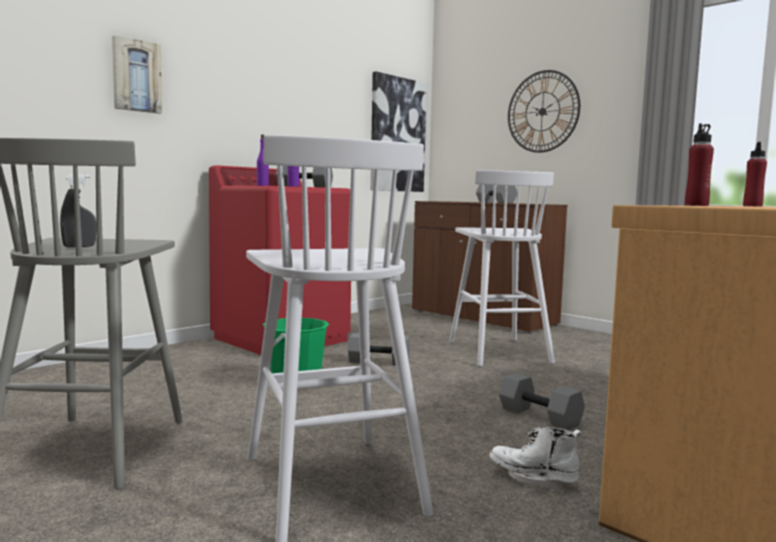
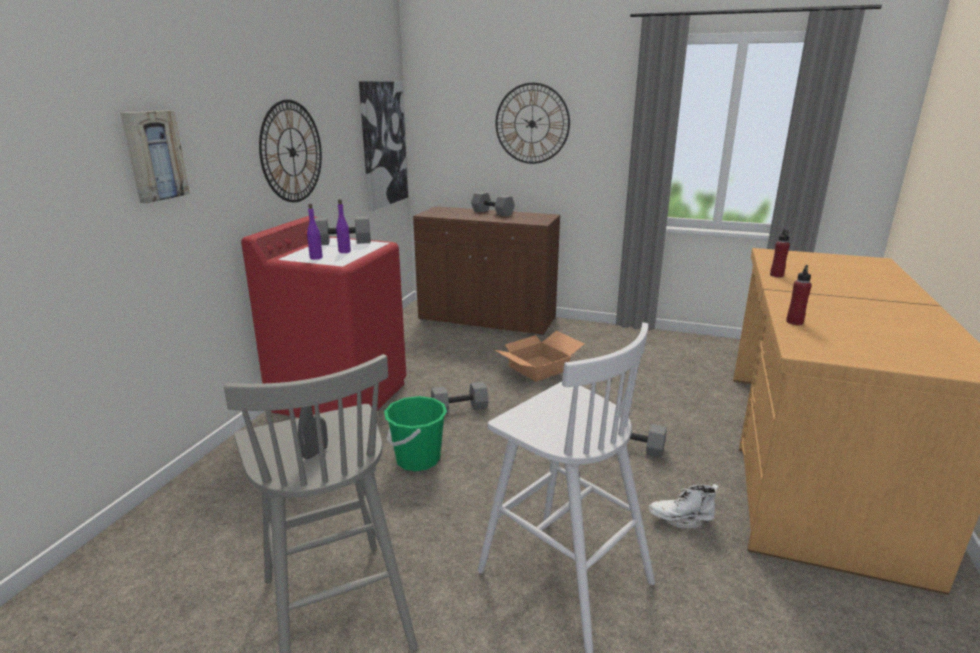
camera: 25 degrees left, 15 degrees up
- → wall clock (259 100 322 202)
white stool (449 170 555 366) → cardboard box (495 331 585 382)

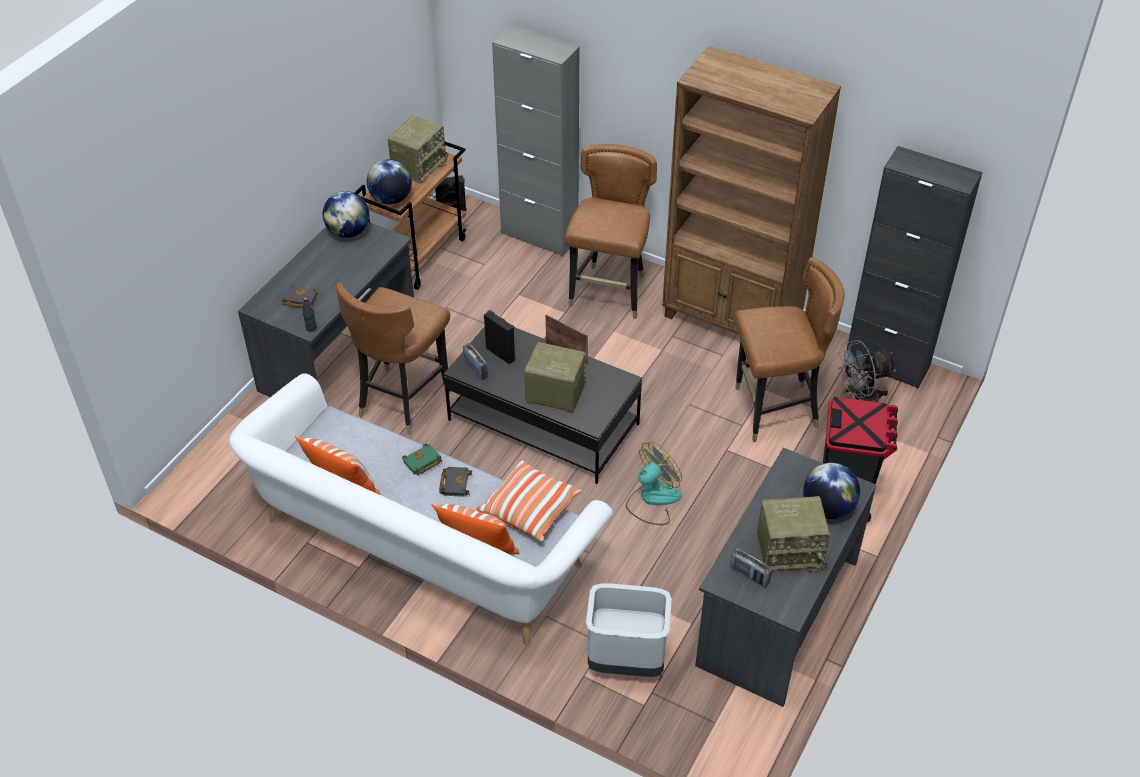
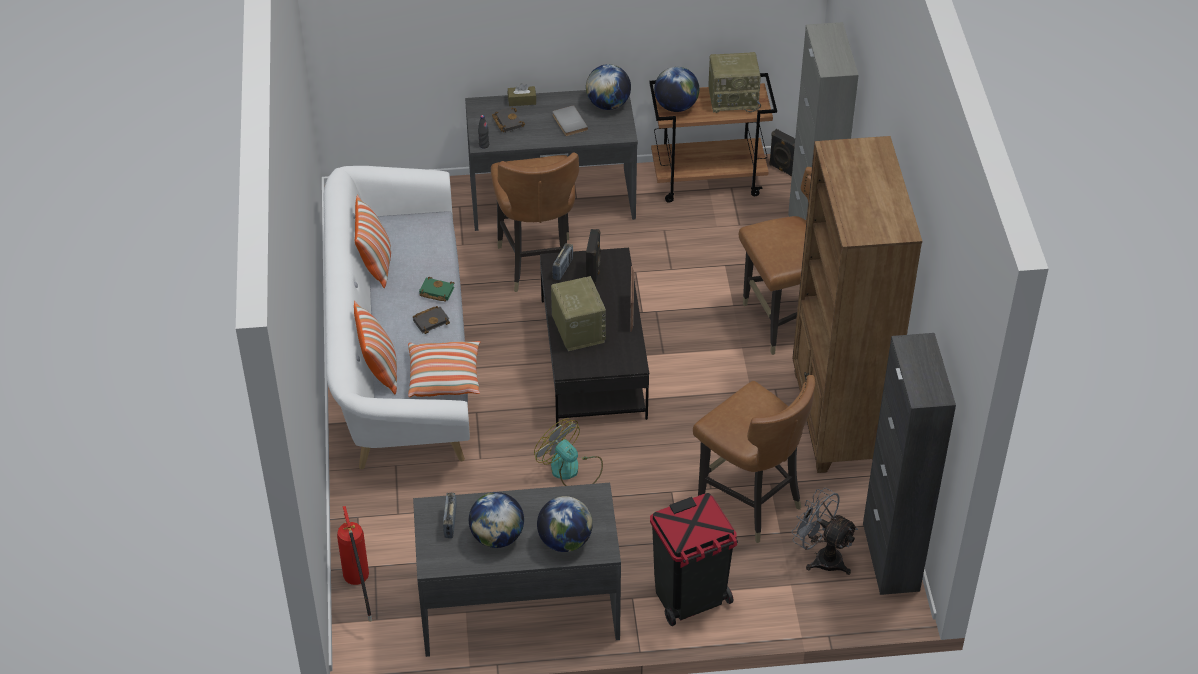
camera: 55 degrees right, 0 degrees up
grey trash can (586 583 672 677) → -
- → fire extinguisher (337 506 372 622)
- → brown tissue box (508 83 536 106)
- → grey book (552 105 588 136)
radio (757 496 830 572) → globe (469 492 524 548)
brown chair (336 283 451 435) → brown chair (491 152 579 292), 90 degrees counterclockwise
fan (626 442 682 525) → fan (534 419 603 486), 150 degrees counterclockwise

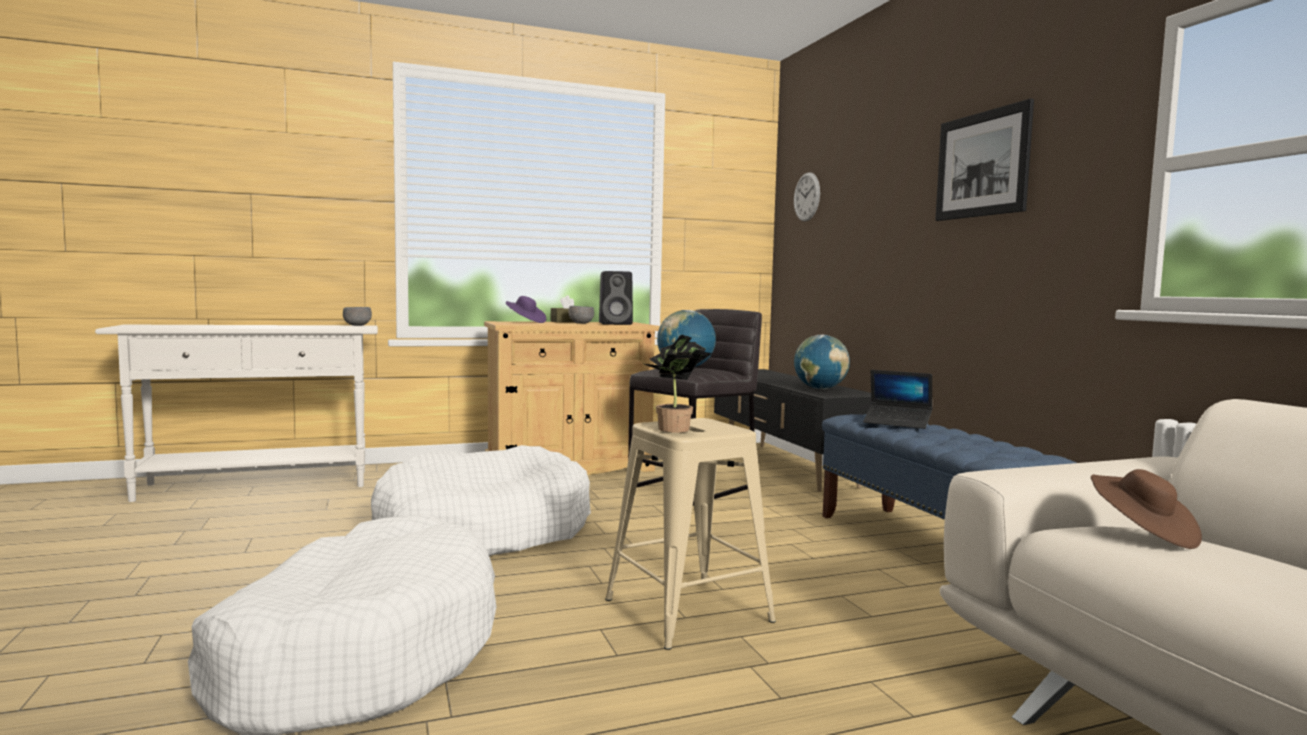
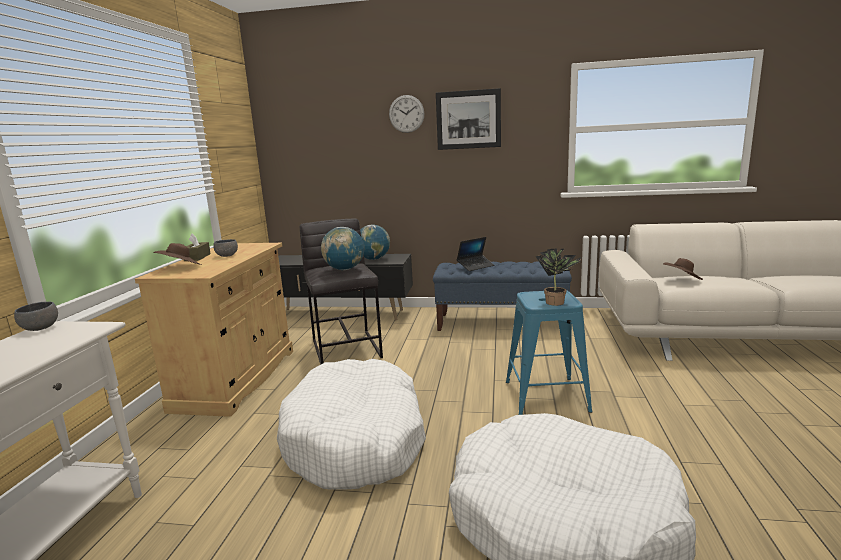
camera: 60 degrees left, 10 degrees up
black speaker (599 271 633 325) → -
wall clock (794 172 820 221) → wall clock (389 95 424 133), shifted
purple hat (506 296 546 323) → brown hat (153 243 201 265)
beige stool (605 418 776 650) → blue stool (506 291 593 415)

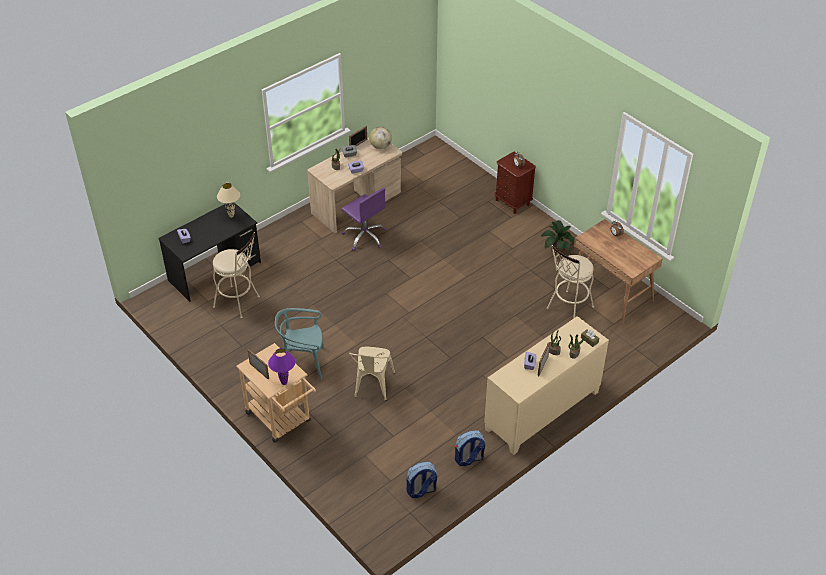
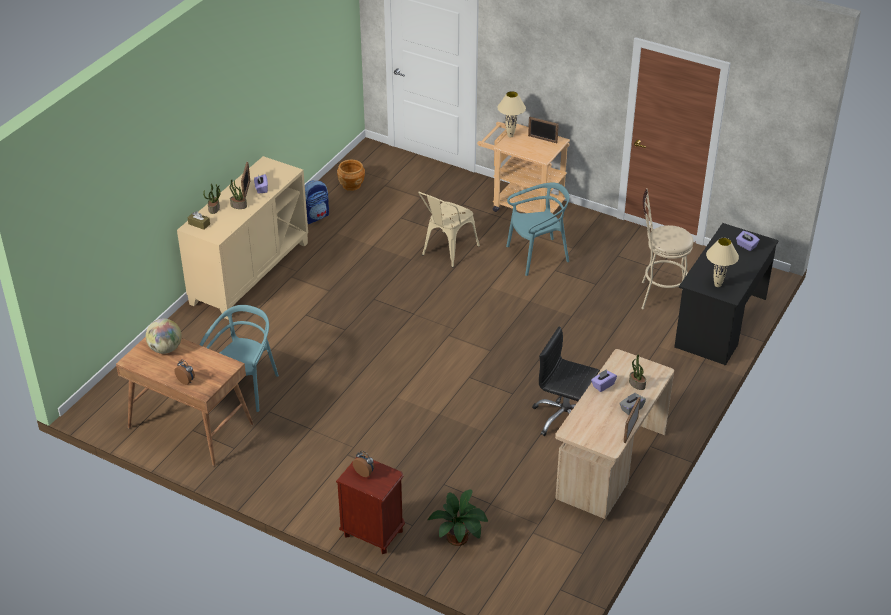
camera: 160 degrees right, 5 degrees down
globe (369 127 392 149) → globe (146 319 182 354), shifted
potted plant (541 220 575 254) → potted plant (427 490 488 546), shifted
backpack (406 462 437 498) → brown planter (337 160 365 191)
beige stool (547 245 594 319) → turquoise chair (200 305 279 412)
purple table lamp (268 348 295 385) → beige table lamp (497 91 526 138)
purple office chair (341 188 387 251) → black office chair (532 326 600 436)
beige chair (349 347 395 401) → beige chair (418 192 480 268), 135 degrees counterclockwise

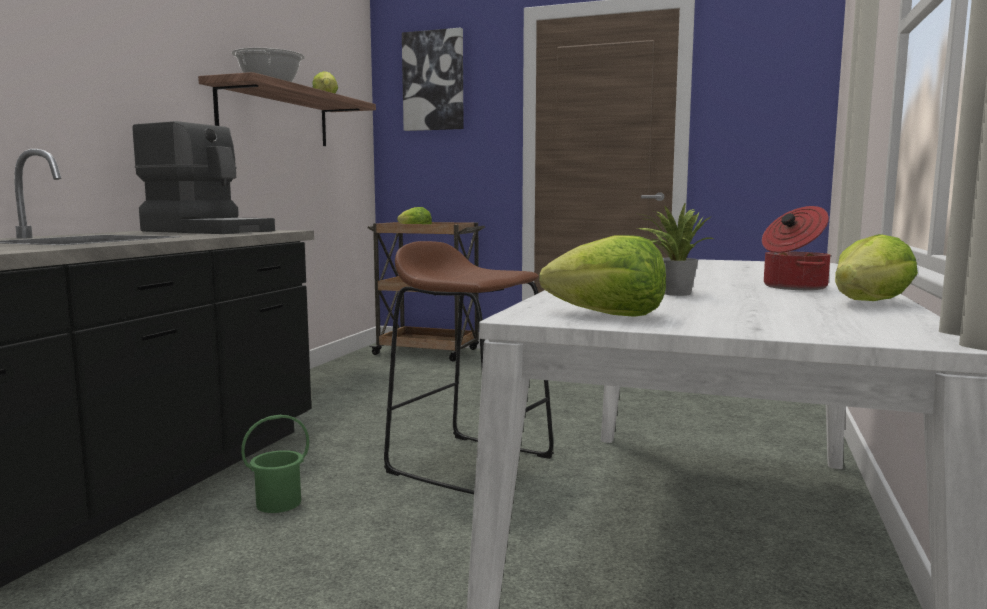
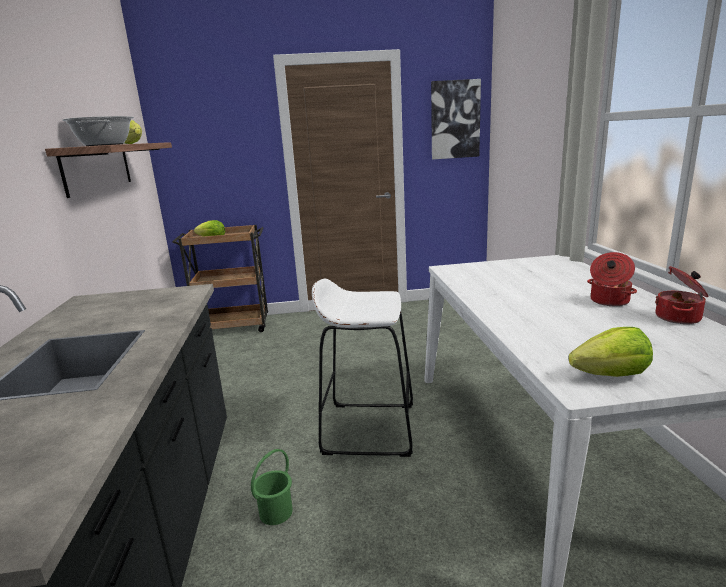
camera: 25 degrees left, 10 degrees up
coffee machine (133 121 275 234) → -
potted plant (639 203 714 296) → -
picture (402 28 464 131) → picture (431 79 481 159), shifted
lettuce (835 234 918 301) → cooking pot (655 266 708 324)
brown stool (384 241 554 494) → white stool (312 279 413 457)

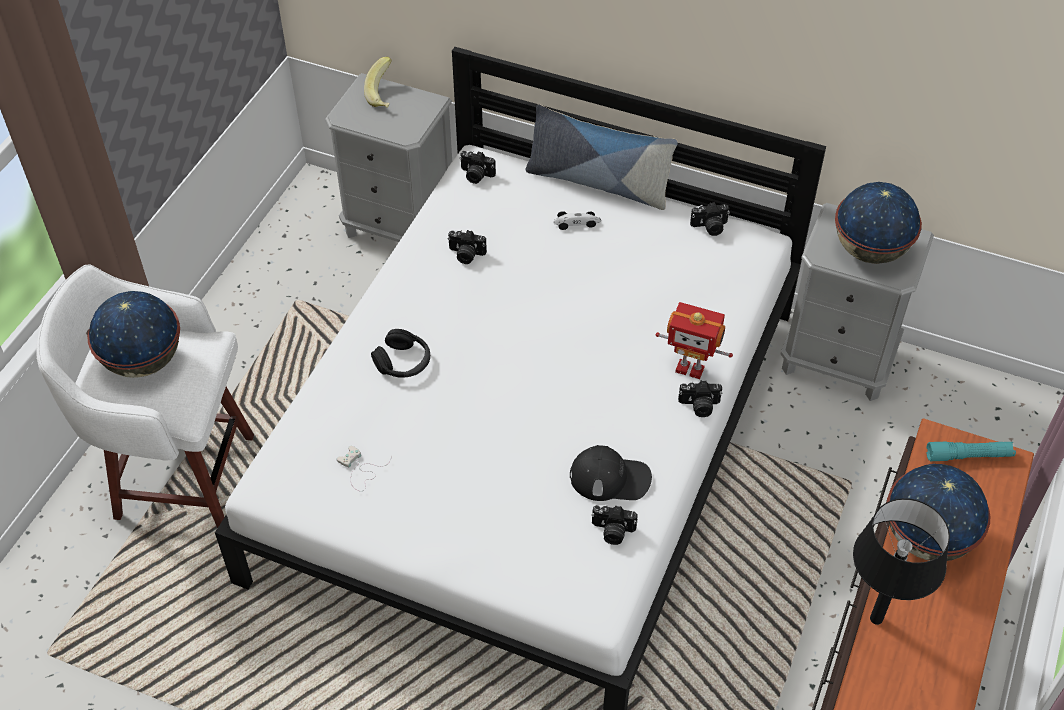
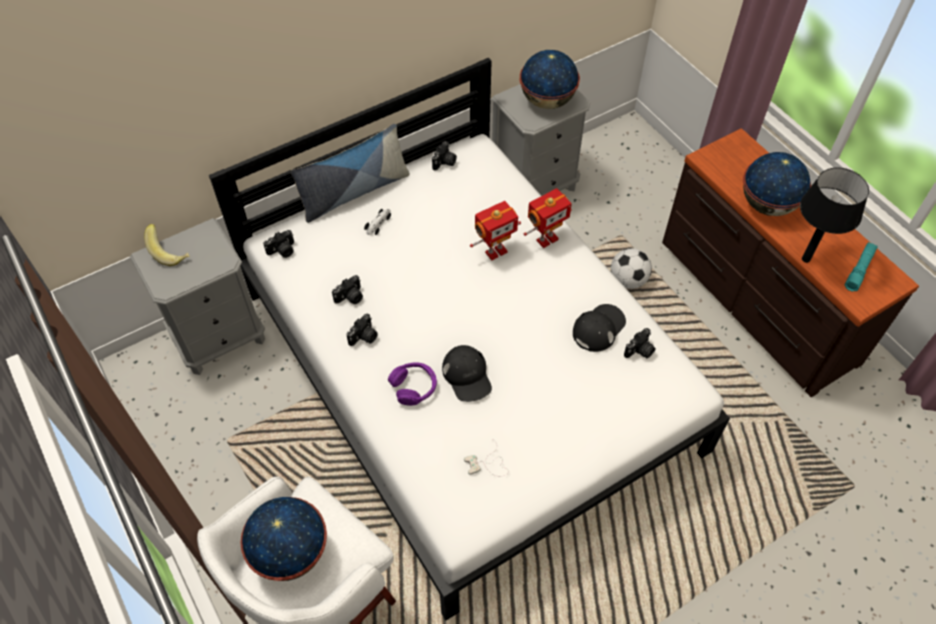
camera: 55 degrees left, 5 degrees up
- → black cap (442 345 492 402)
- → toy robot (470 201 521 261)
- → football (611 248 652 289)
photo camera (678 380 722 417) → photo camera (347 313 378 346), shifted
turquoise flashlight (926 442 1016 461) → turquoise flashlight (845 242 877 292), shifted
black headphones (371 329 430 377) → purple headphones (388 362 437 406)

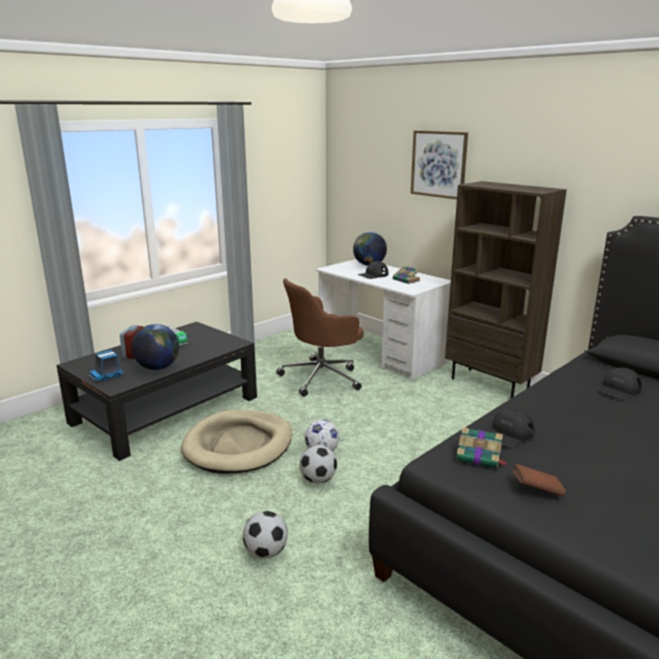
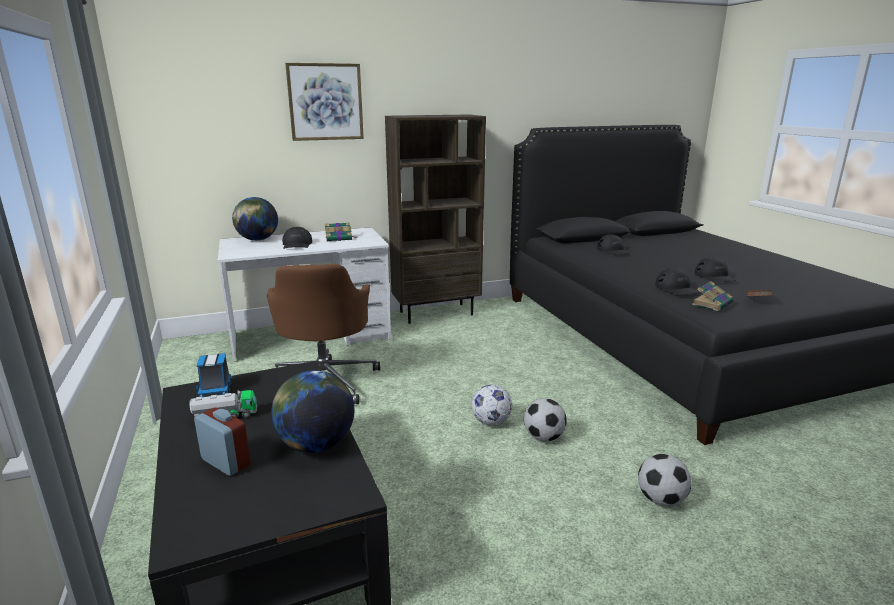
camera: 65 degrees left, 0 degrees up
beige dog bed (181 410 292 474) → -
- → black cap (694 257 736 282)
toy truck (89 350 124 382) → toy truck (196 353 233 397), shifted

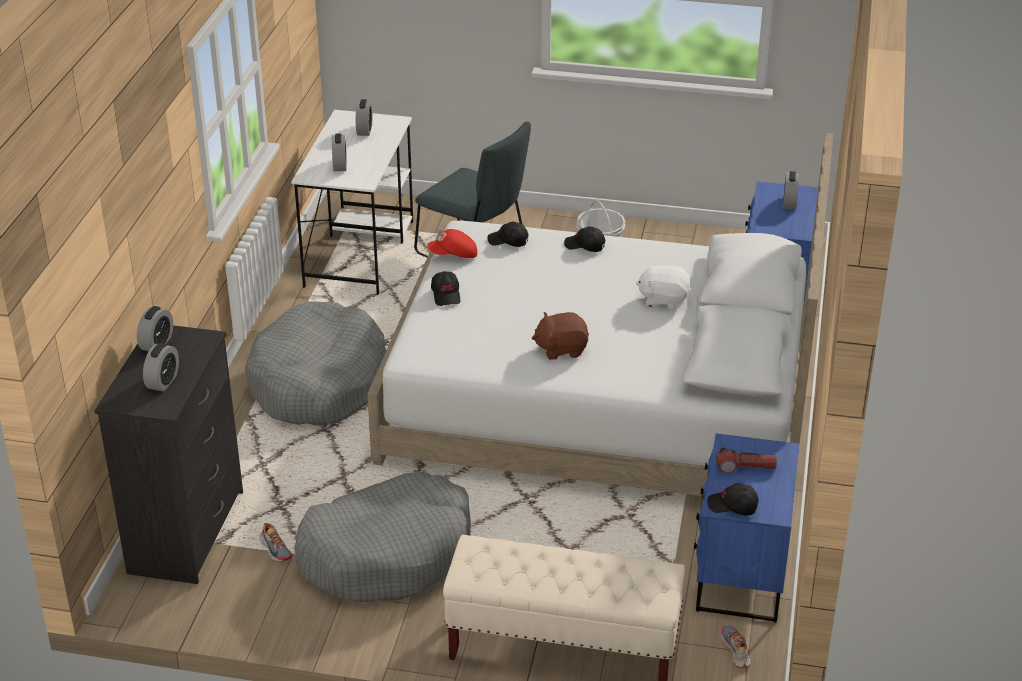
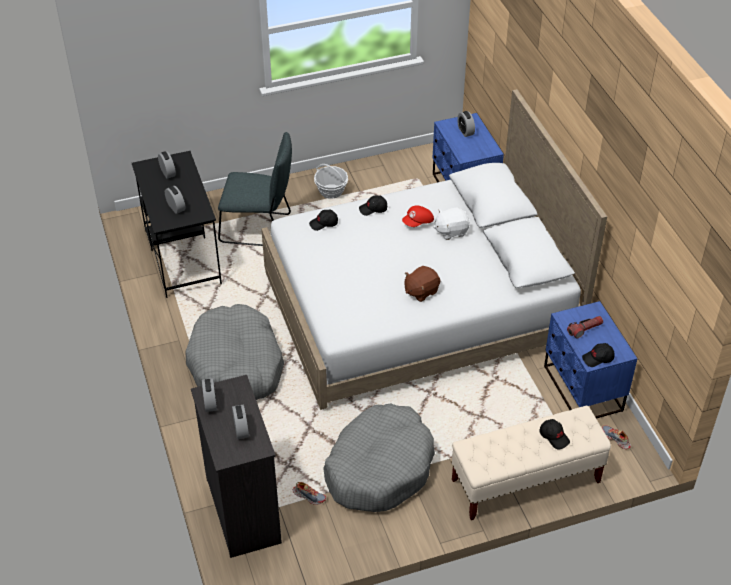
camera: 30 degrees left, 10 degrees up
red cap (428 229 477 258) → red cap (402 205 434 227), shifted
black cap (431 271 460 306) → black cap (540 419 570 450), shifted
white desk (291 110 413 295) → black desk (132 151 222 298)

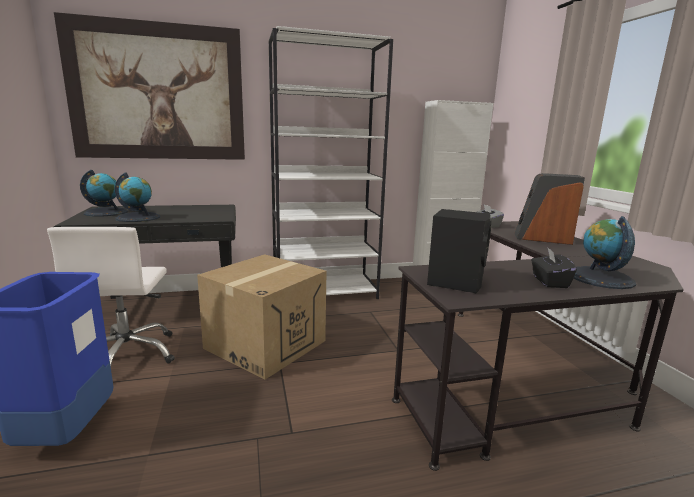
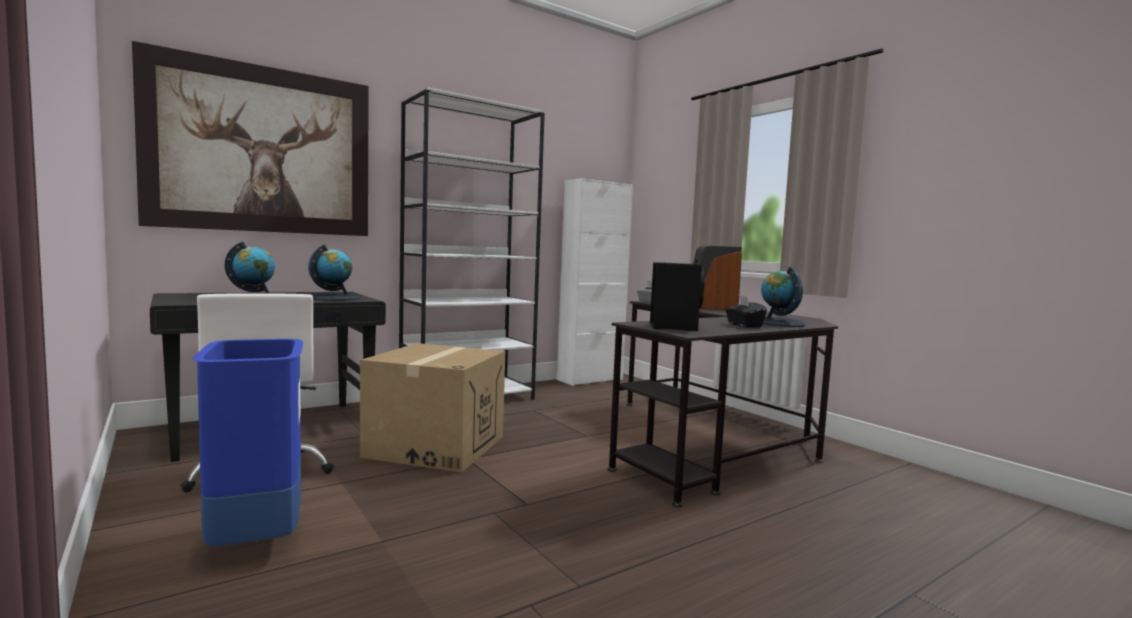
camera: 20 degrees left, 10 degrees down
globe (80 170 128 217) → globe (308 245 360 301), shifted

